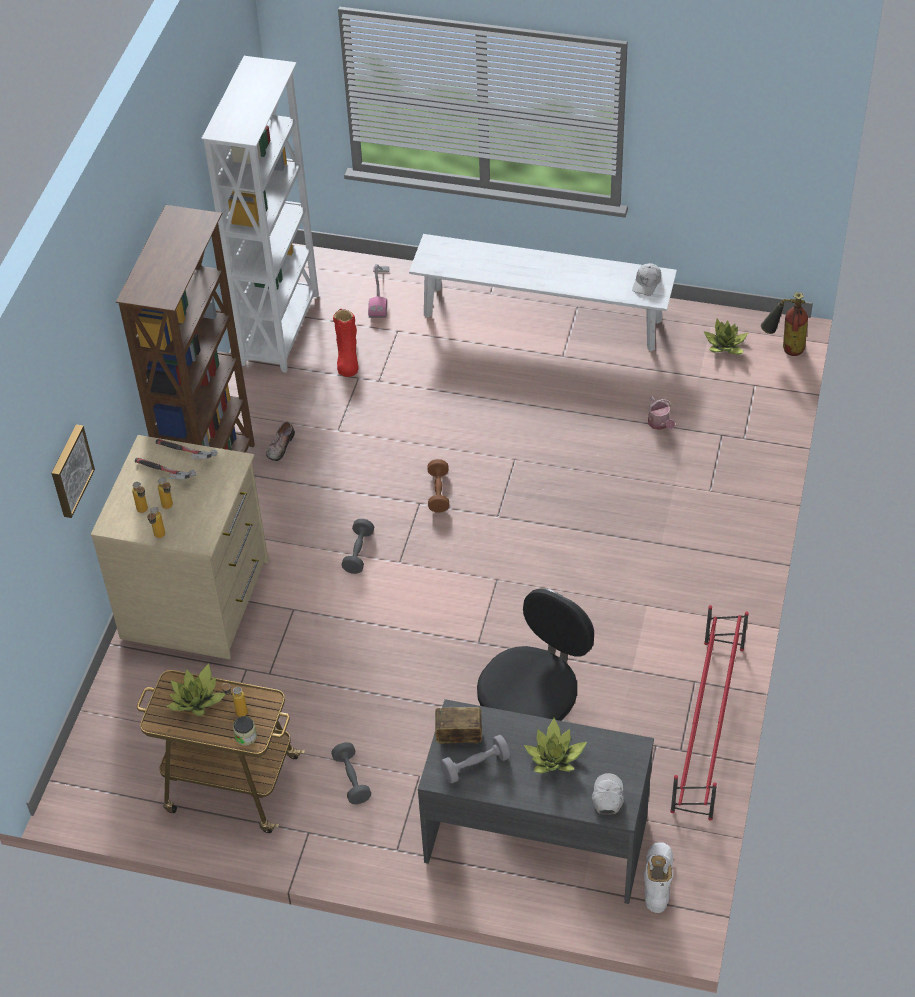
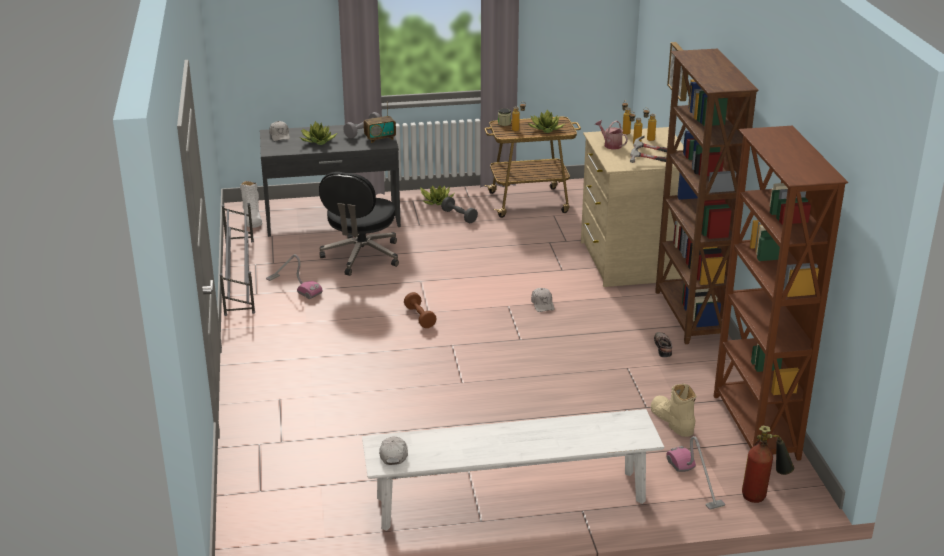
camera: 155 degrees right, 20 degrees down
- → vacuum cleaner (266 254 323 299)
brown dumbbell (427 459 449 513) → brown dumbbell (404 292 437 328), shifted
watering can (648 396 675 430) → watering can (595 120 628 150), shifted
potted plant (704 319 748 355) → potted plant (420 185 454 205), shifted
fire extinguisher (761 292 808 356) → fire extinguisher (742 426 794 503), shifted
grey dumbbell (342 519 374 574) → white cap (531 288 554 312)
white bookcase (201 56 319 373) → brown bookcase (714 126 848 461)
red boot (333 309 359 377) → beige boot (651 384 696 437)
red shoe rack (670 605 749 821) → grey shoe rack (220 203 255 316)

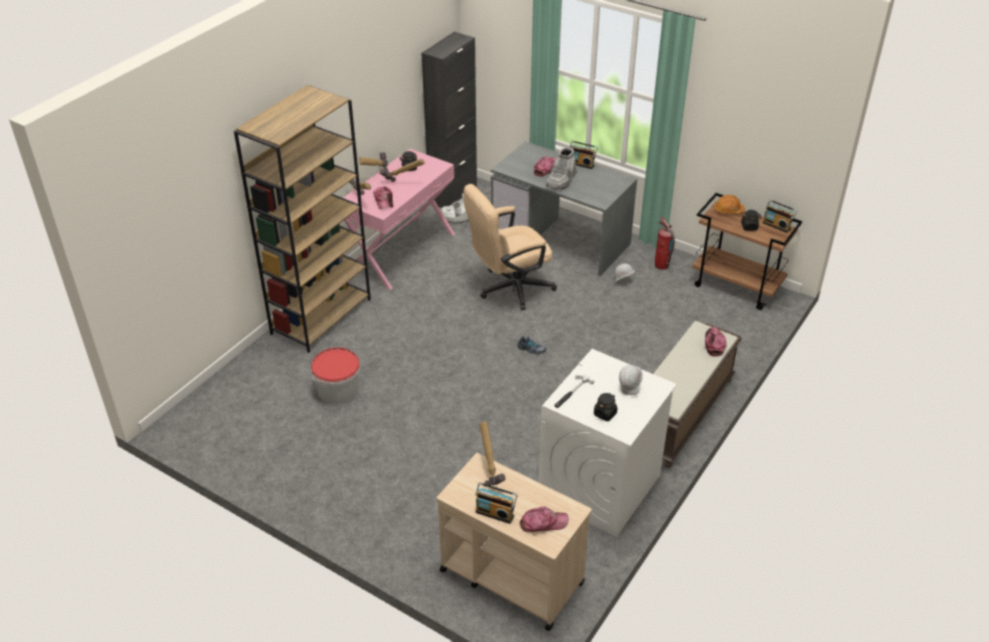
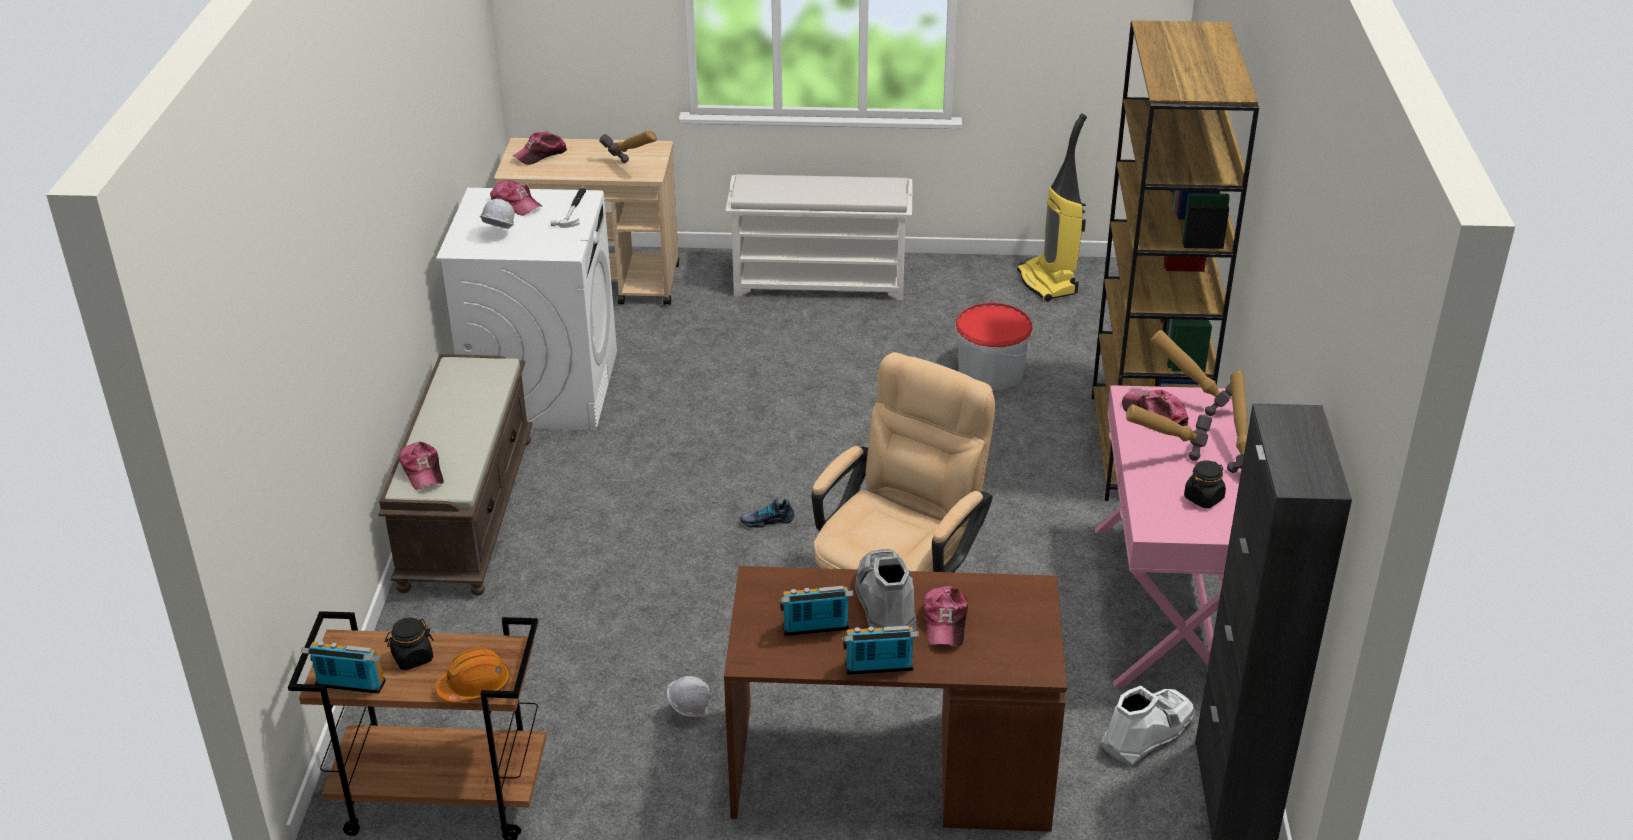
camera: 150 degrees right, 5 degrees down
fire extinguisher (655 217 675 270) → -
- → white shoe rack (725 174 913 300)
- → vacuum cleaner (1017 113 1087 302)
radio (475 483 518 524) → radio (779 586 854 636), shifted
black jar (594 393 618 421) → cap (490 179 543 216)
grey desk (491 141 637 276) → brown desk (724 566 1067 832)

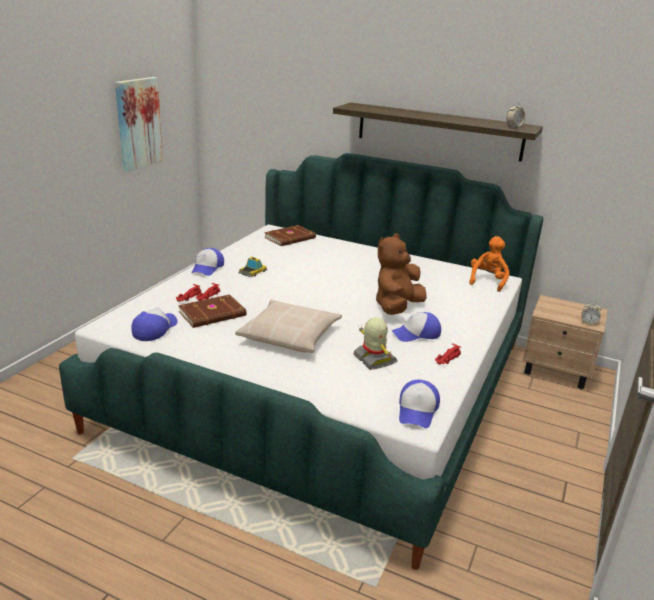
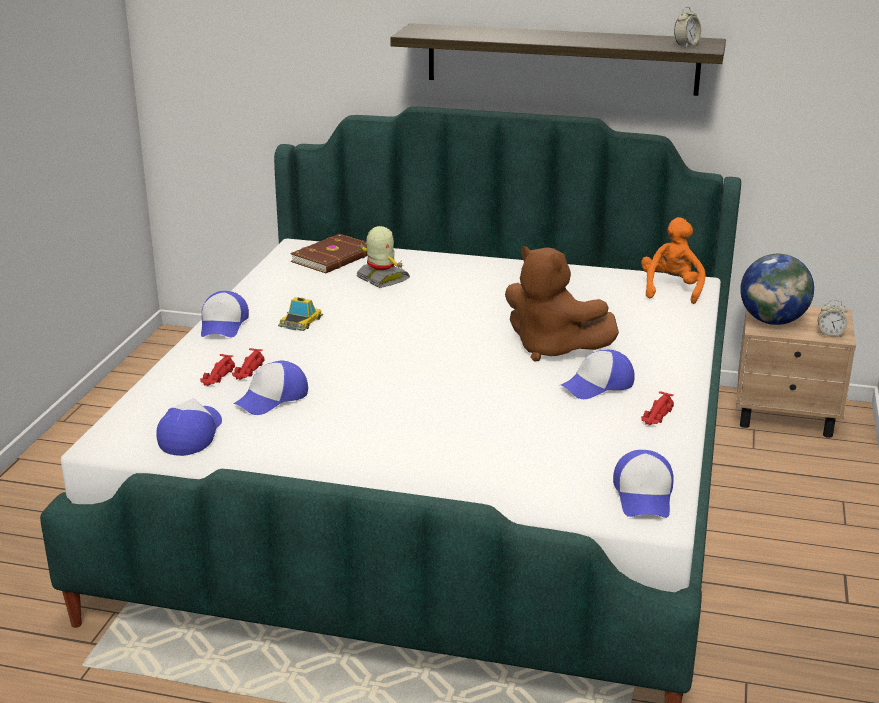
camera: 10 degrees left, 0 degrees up
picture (115 77 163 172) → -
beige pillow (235 300 342 353) → -
- → globe (740 254 814 325)
toy robot (354 317 397 370) → toy robot (357 226 410 288), shifted
brown book (178 294 247 328) → cap (234 360 308 415)
brown plush toy (376 233 426 315) → brown plush toy (505 246 619 362), 75 degrees counterclockwise

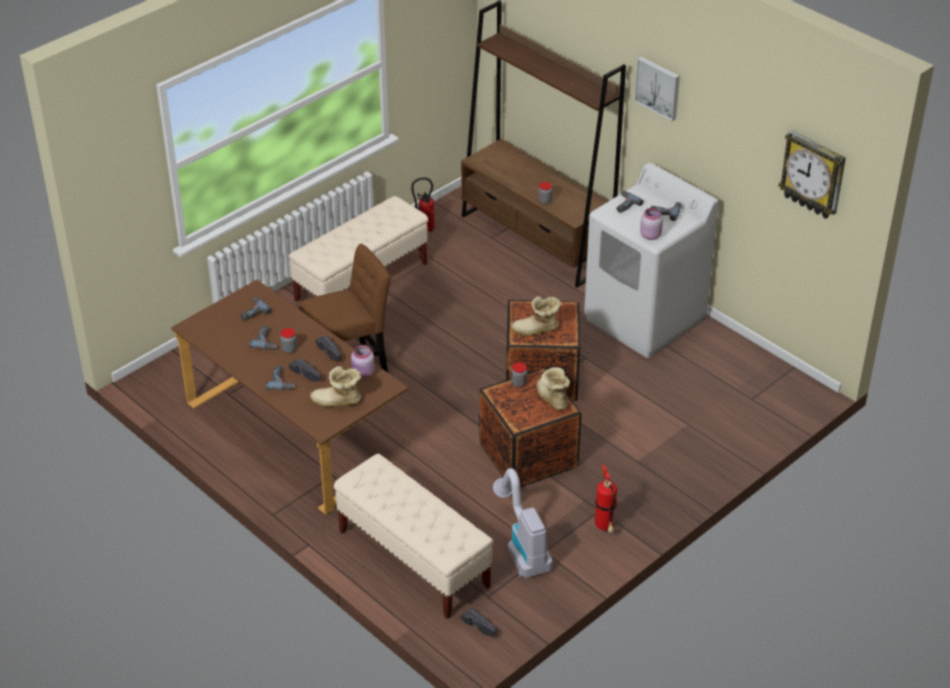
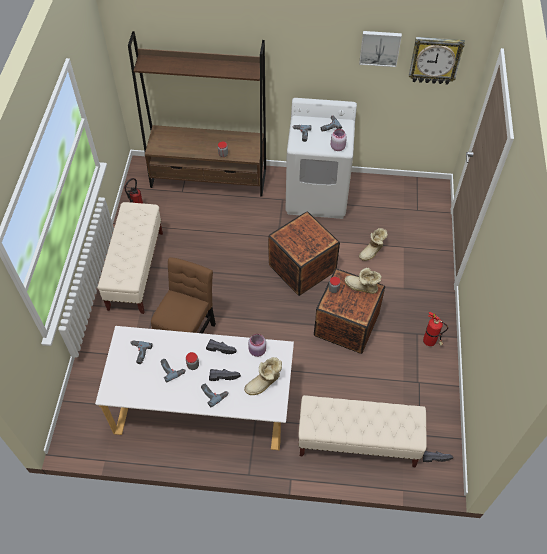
camera: 40 degrees left, 15 degrees up
vacuum cleaner (493 468 552 578) → -
boot (511 296 562 336) → boot (359 228 388 261), shifted
picture (634 56 680 121) → picture (359 31 402 67), shifted
brown desk (171 280 408 515) → white desk (95 326 294 450)

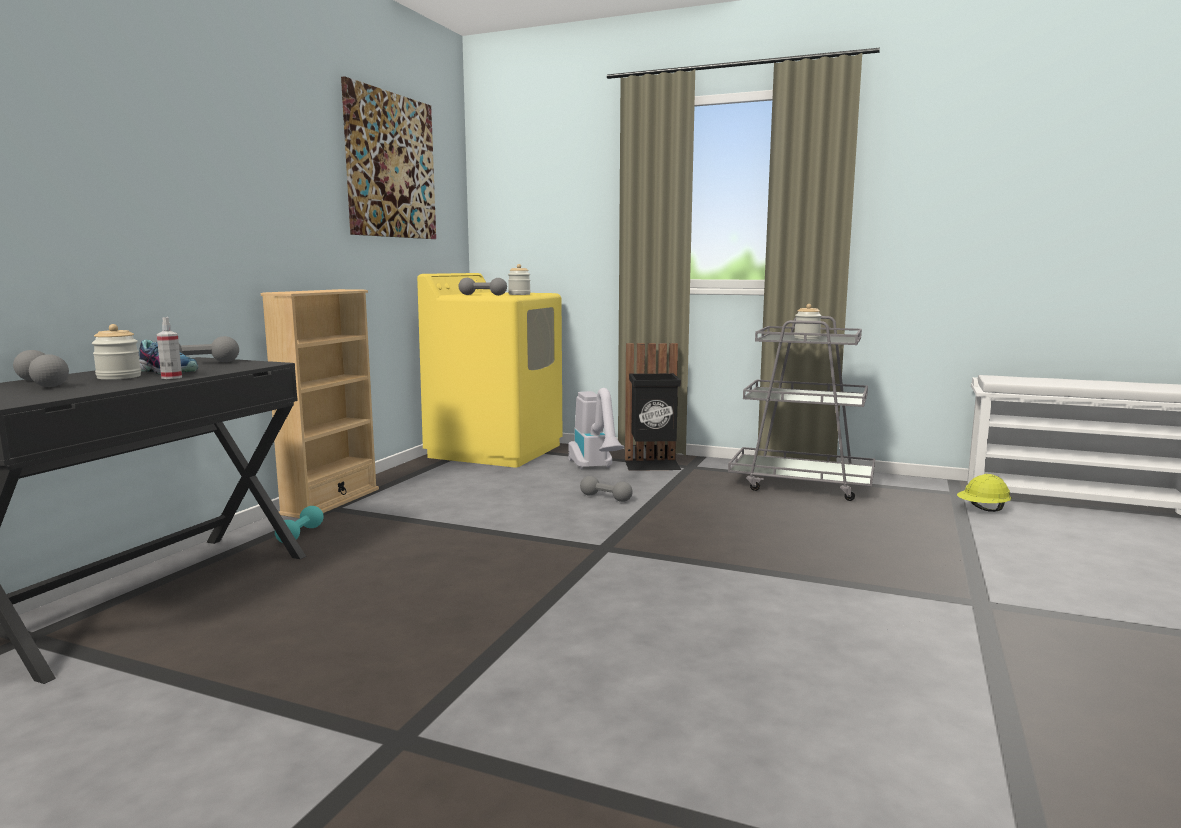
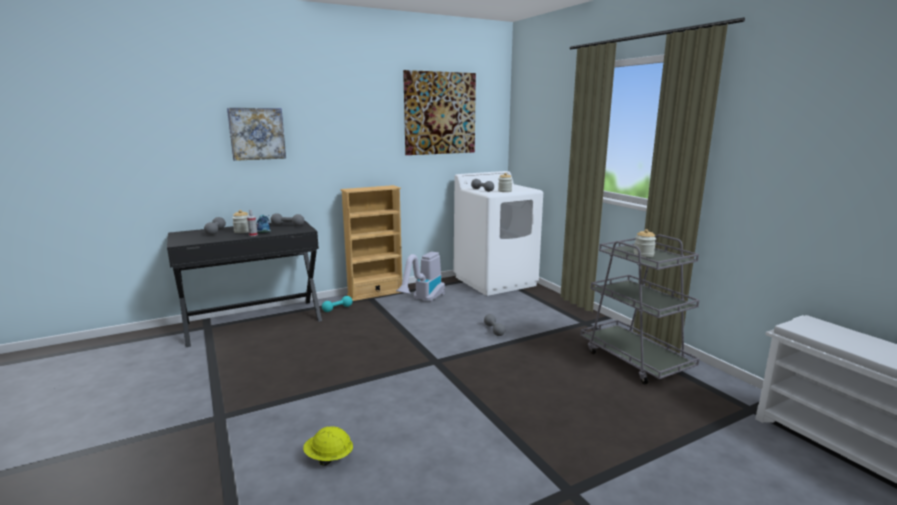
camera: 40 degrees right, 5 degrees up
black trash can (625 343 681 471) → -
- → picture (227 108 286 161)
vacuum cleaner (568 388 624 469) → vacuum cleaner (396 252 445 302), shifted
yellow hard hat (957 474 1012 512) → yellow hard hat (303 426 353 466), shifted
yellow washing machine (417 273 562 467) → white washing machine (453 171 543 296)

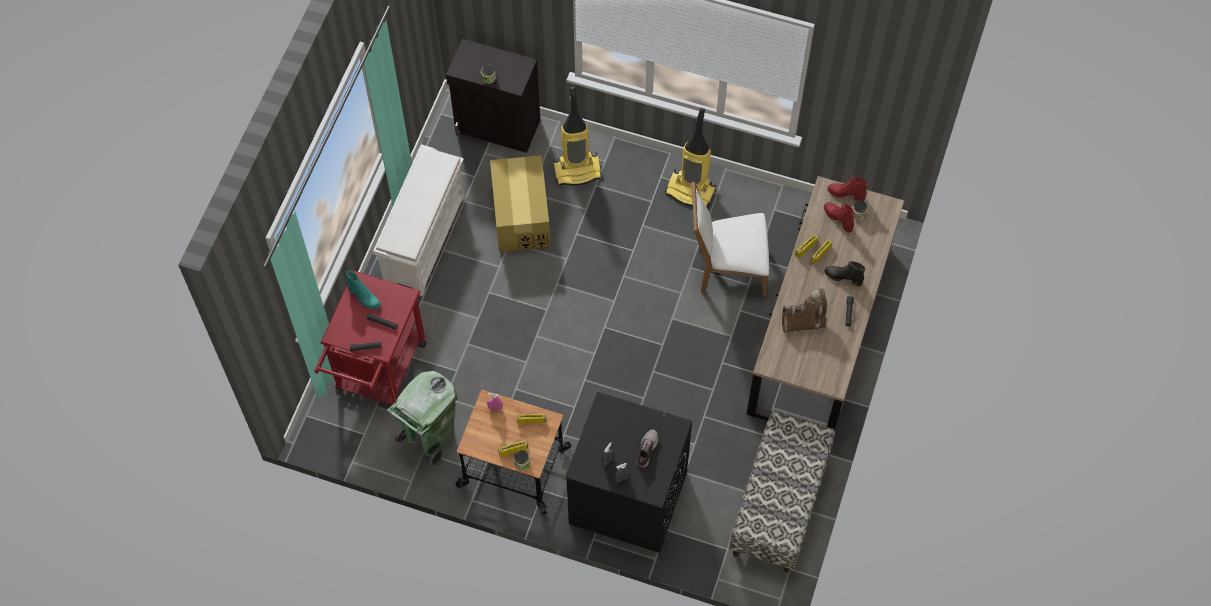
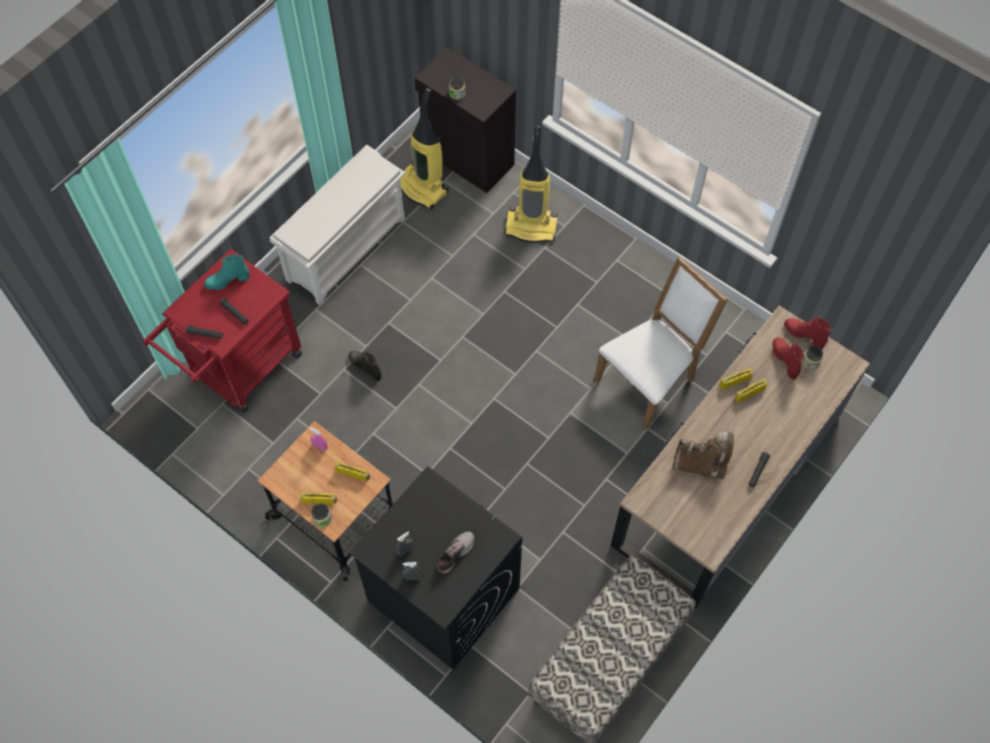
camera: 20 degrees right, 0 degrees up
green trash can (387 371 458 467) → -
cardboard box (490 155 550 252) → -
vacuum cleaner (665 108 716 208) → vacuum cleaner (400 88 449 210), shifted
black boot (824 261 866 286) → black boot (348 351 381 381), shifted
turquoise boot (346 270 381 309) → turquoise boot (204 254 250 290), 105 degrees clockwise
white chair (691 181 769 297) → white chair (594 256 728 430), 120 degrees clockwise

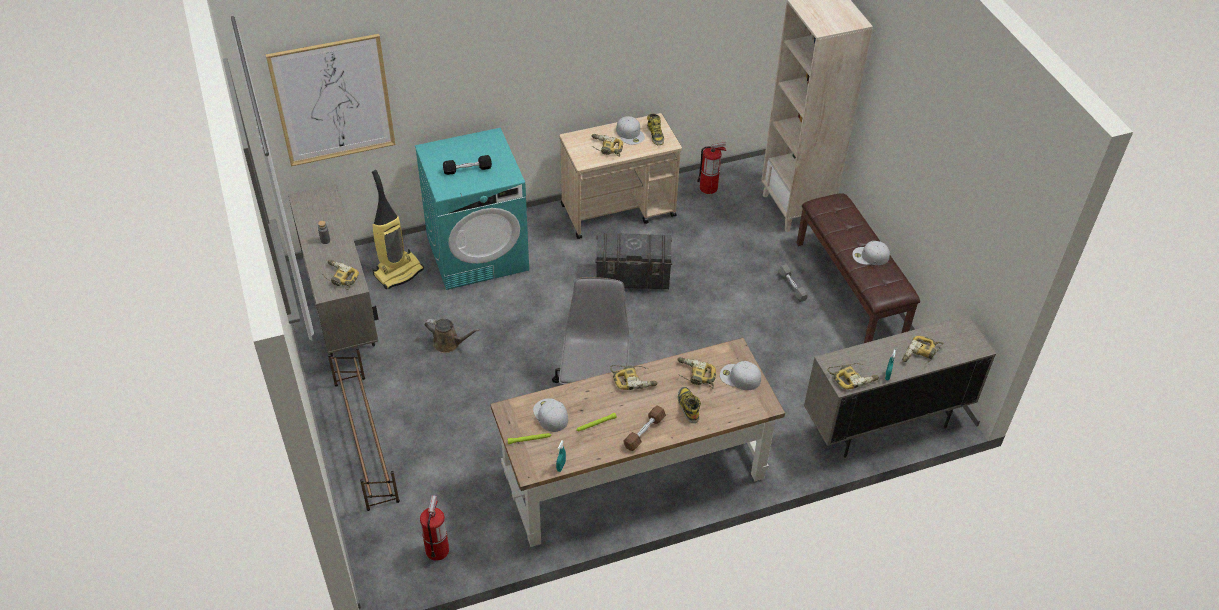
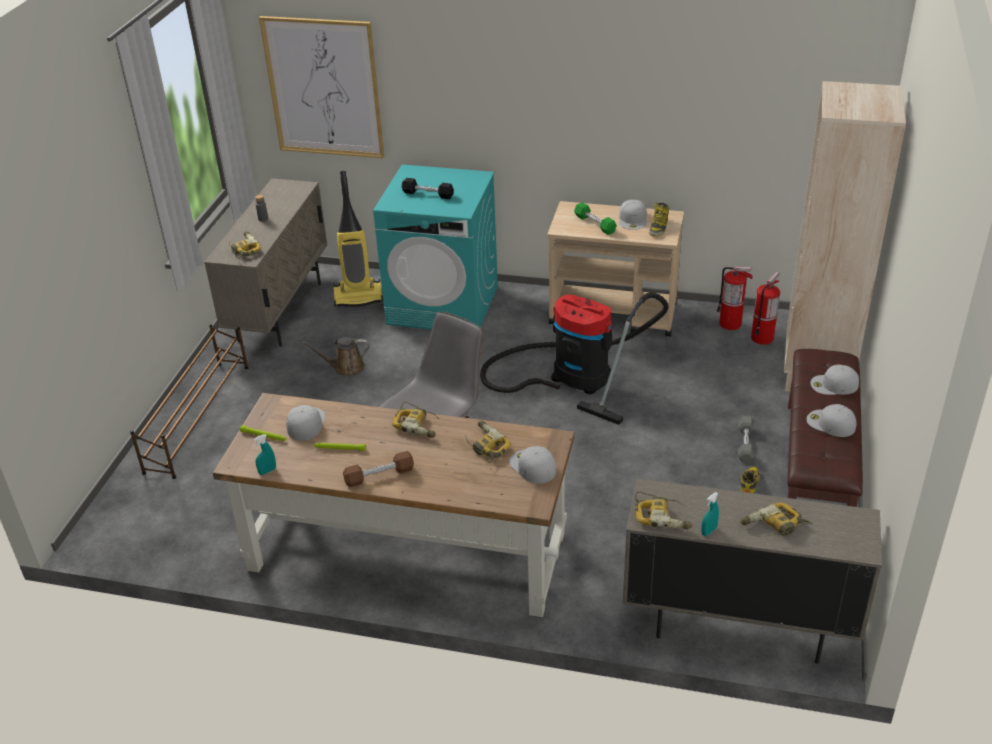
camera: 35 degrees right, 10 degrees down
- → white cap (810 365 859 395)
fire extinguisher (420 495 449 561) → fire extinguisher (751 272 780 345), shifted
boot (678 387 701 423) → boot (740 466 760 493), shifted
power drill (591 134 623 157) → green dumbbell (574 202 617 235)
grey storage box (595 233 672 289) → vacuum cleaner (480 292 669 425)
brown watering can (425 319 480 353) → brown watering can (302 337 369 376), 120 degrees clockwise

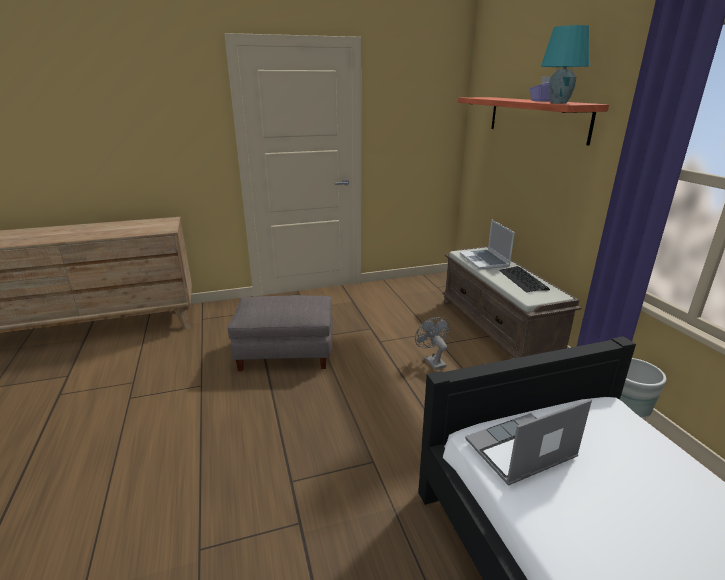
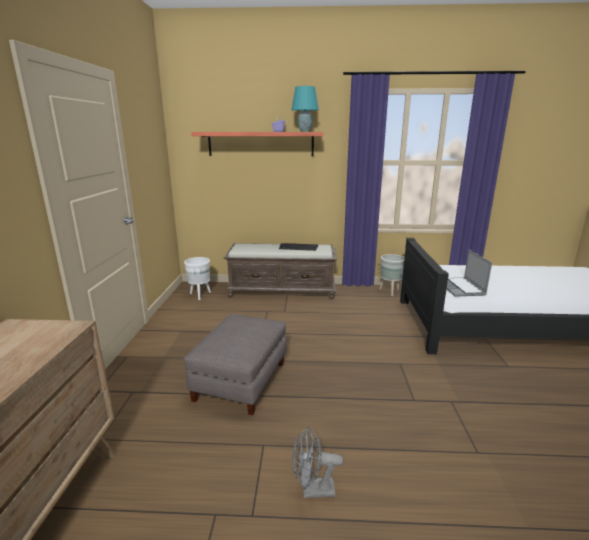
camera: 70 degrees left, 5 degrees down
laptop (460 220 515 270) → -
- → white planter (184 257 211 300)
grey fan (415 317 449 370) → grey fan (292 427 344 498), shifted

